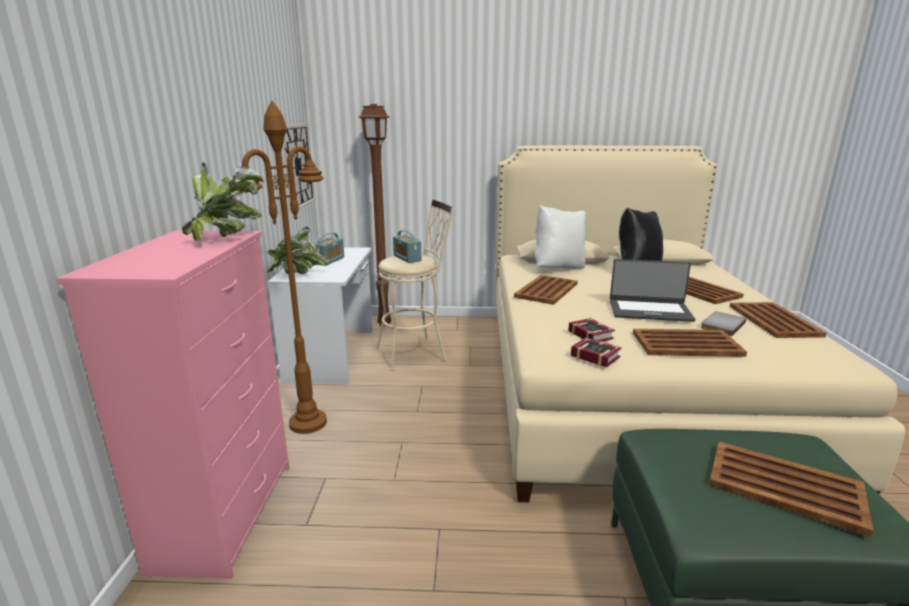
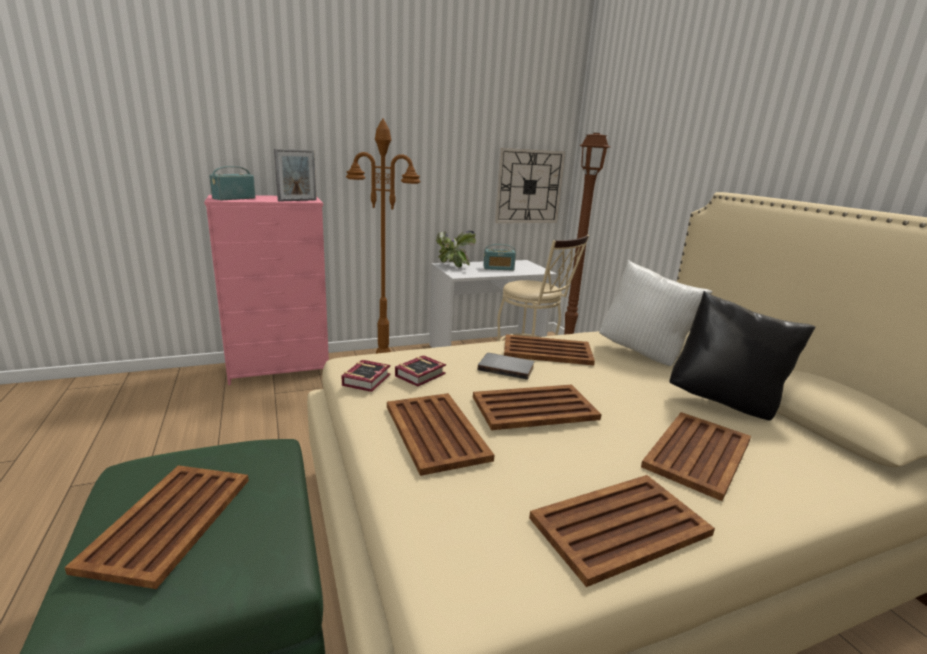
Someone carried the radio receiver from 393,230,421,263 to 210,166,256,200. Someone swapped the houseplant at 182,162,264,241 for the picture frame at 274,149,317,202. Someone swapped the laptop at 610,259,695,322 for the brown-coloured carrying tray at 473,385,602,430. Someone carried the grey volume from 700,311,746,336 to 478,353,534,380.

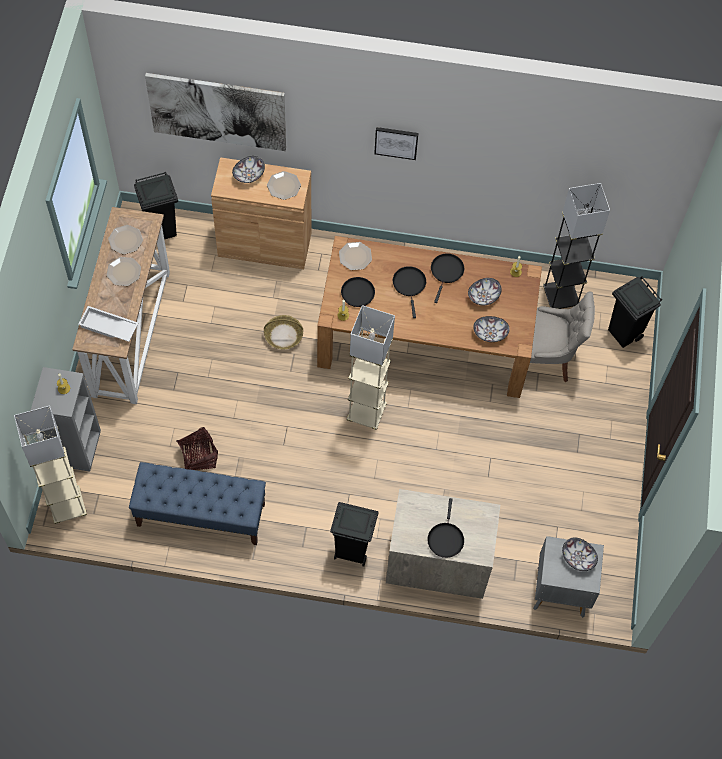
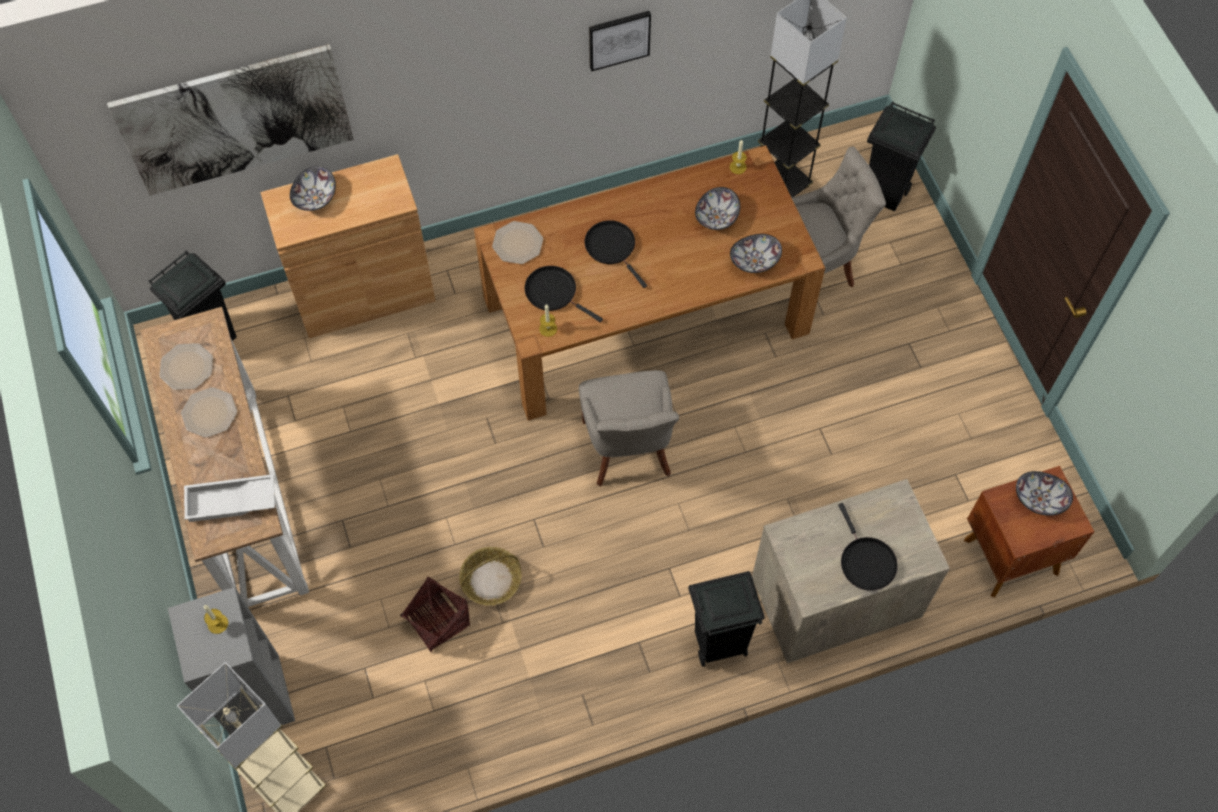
Someone carried the storage basket from 264,315,303,349 to 459,547,522,606. Someone swapped the sand-coloured standard lamp at 347,305,395,430 for the grey chair at 579,370,679,486. Someone carried the picture from 374,127,419,160 to 589,11,651,72. Someone repainted the grey night table at 533,536,604,618, which became the brown-coloured night table at 964,466,1094,598. Someone took away the bluish indoor bench at 129,462,266,545. Someone took away the plate at 267,171,301,200. Someone took away the black-coloured skillet at 431,253,464,303.

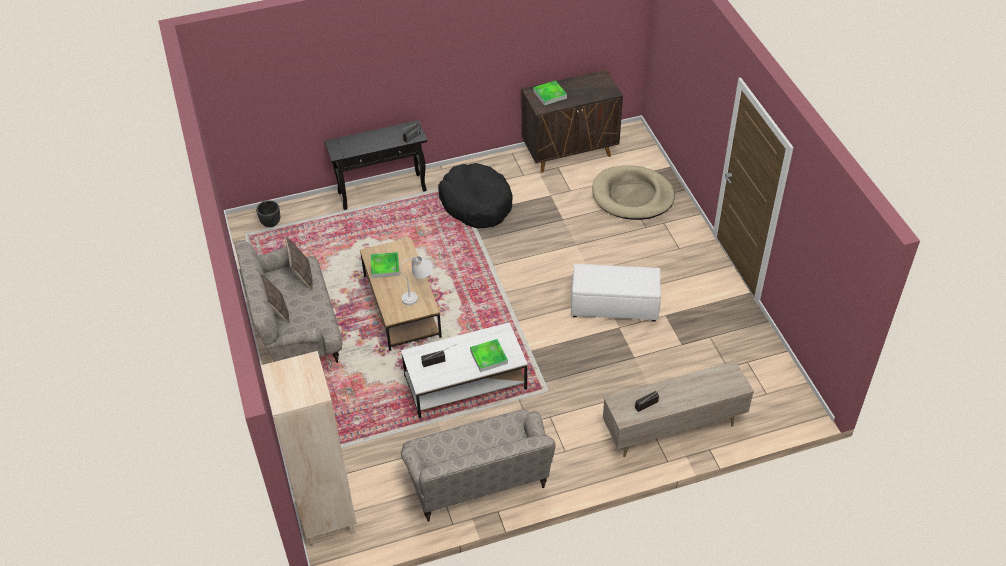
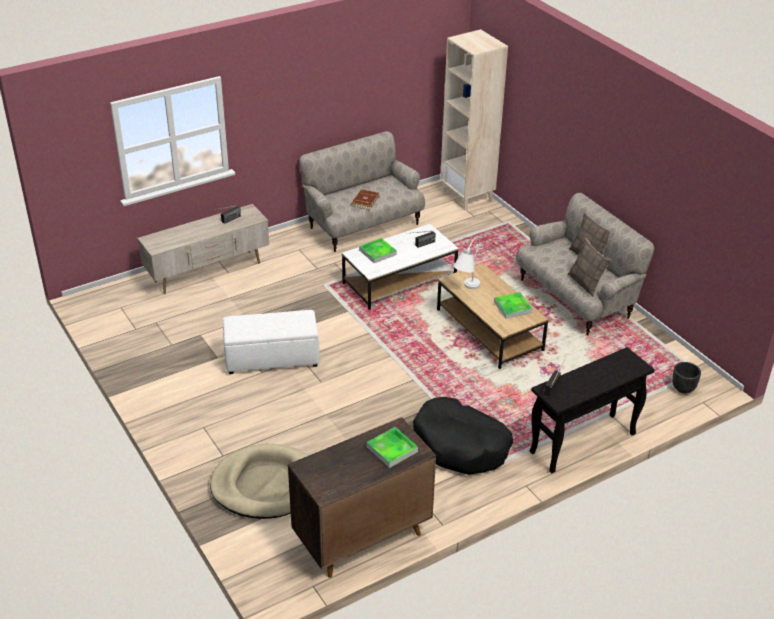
Someone put down the brown-coloured volume at 351,189,379,210.

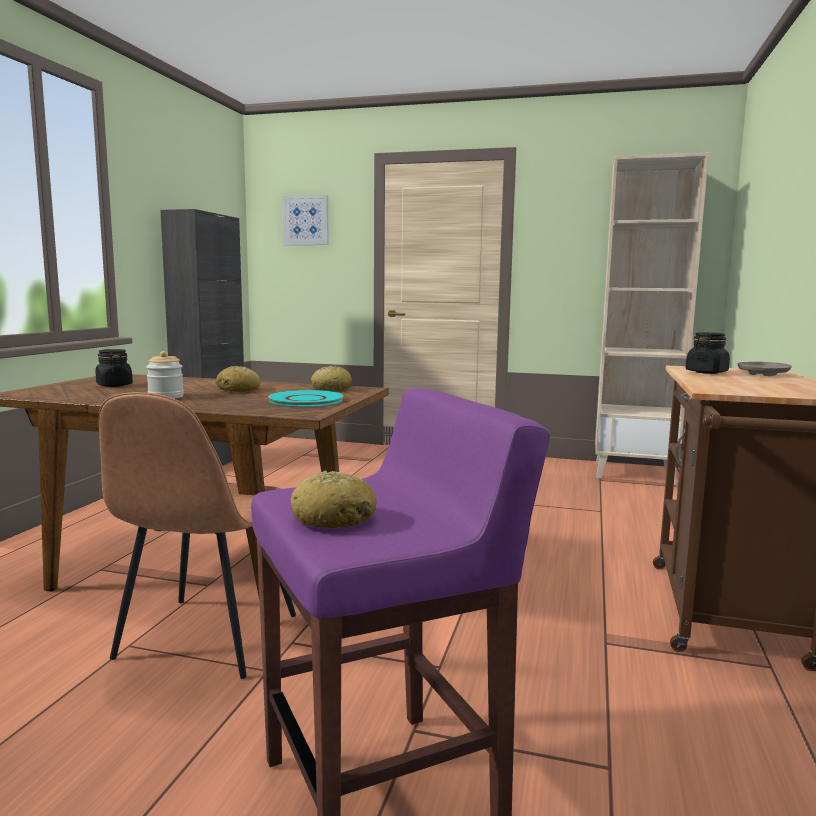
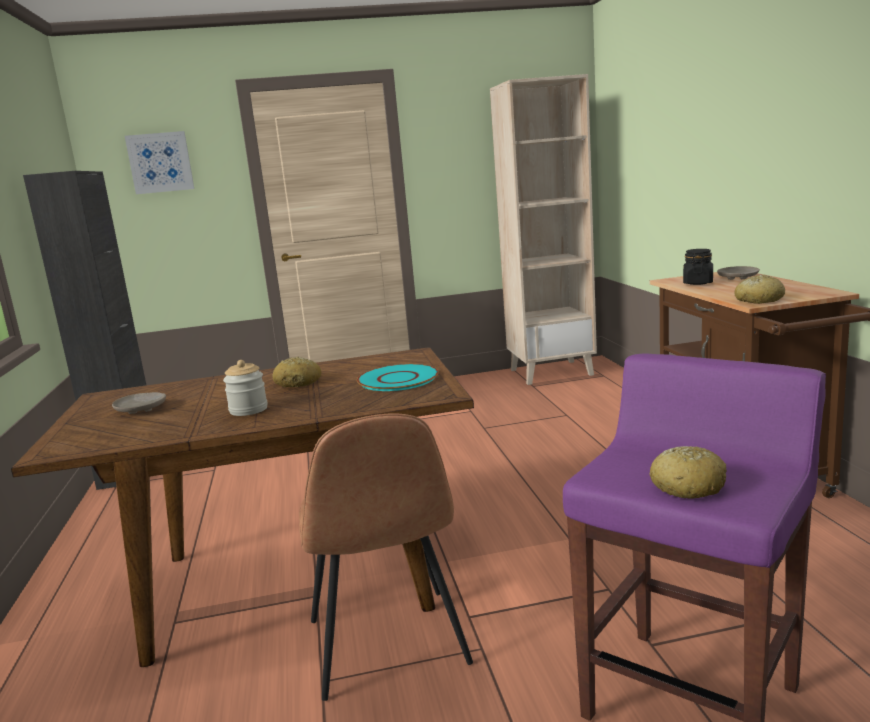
Someone swapped the black-coloured jar at 95,349,133,387 for the sand-coloured plate at 112,392,166,414. Someone carried the bread from 311,366,352,391 to 734,275,785,304.

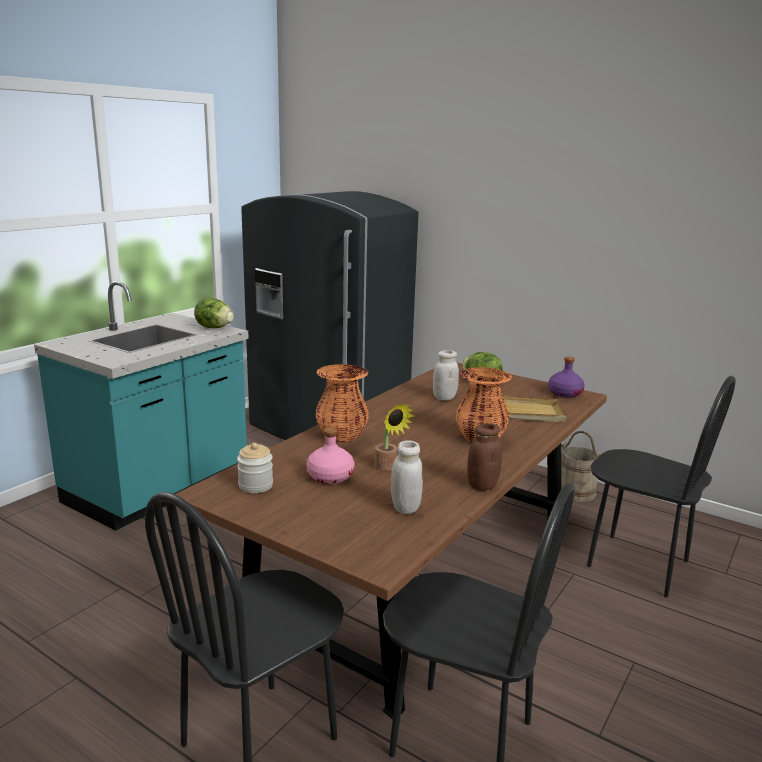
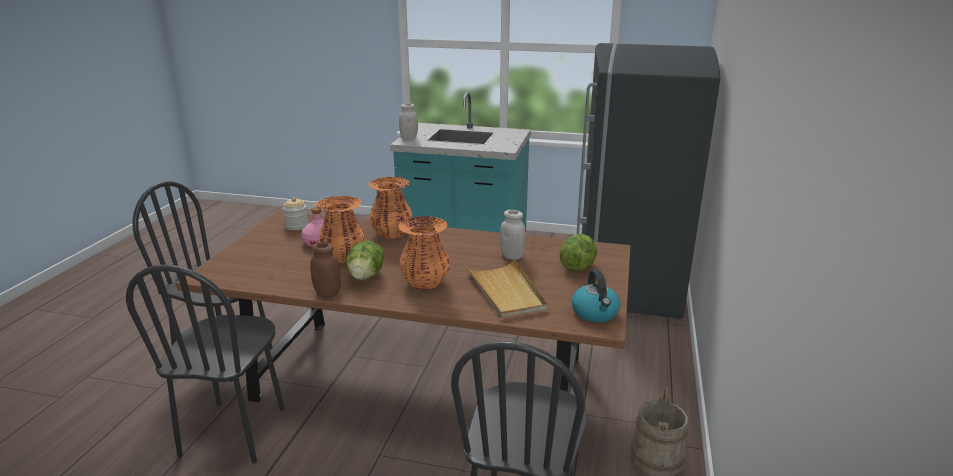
Someone swapped the houseplant at 374,403,414,471 for the orangey decorative vase at 315,196,365,263. Someone carried the head of lettuce from 194,298,234,328 to 346,241,384,280. Someone carried the whitish jar from 391,441,423,514 to 399,104,418,140. Someone swapped the purple-coloured drink bottle at 548,357,585,398 for the kettle at 571,269,620,322.

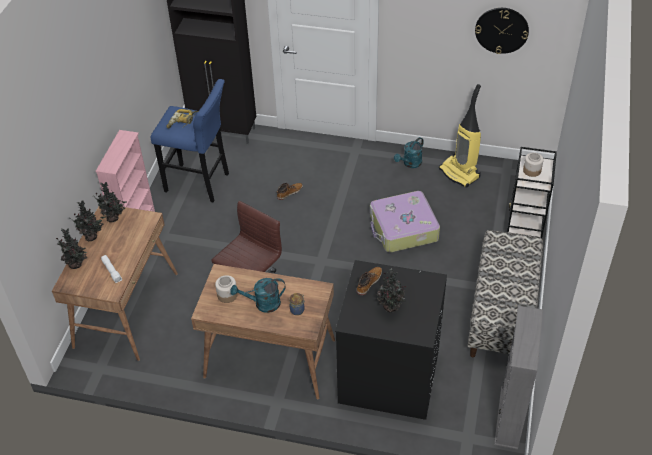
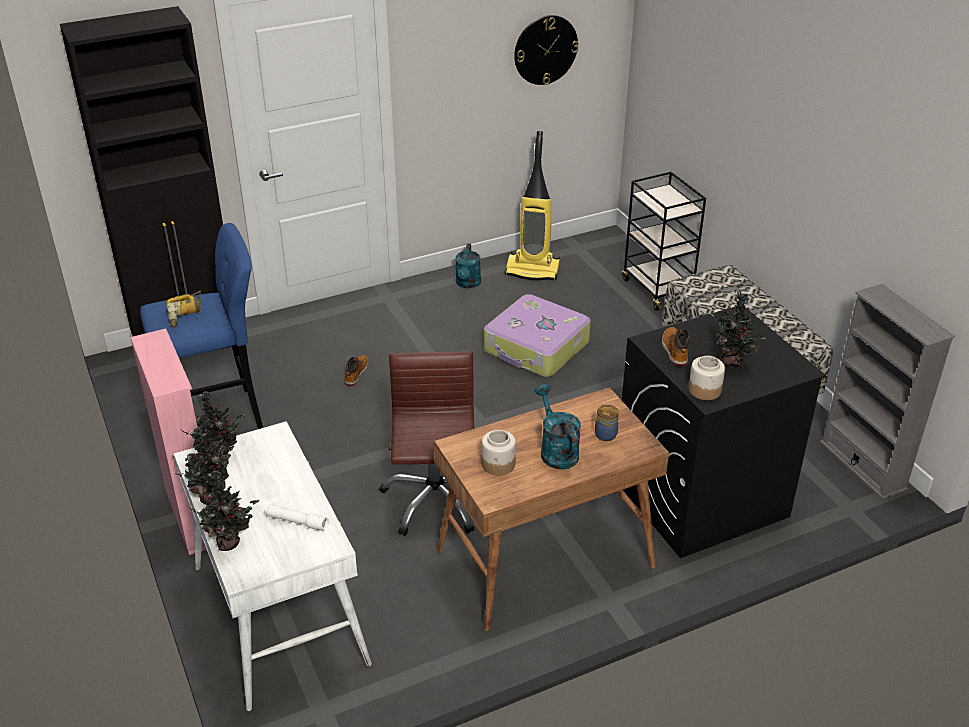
Someone repainted the brown-coloured desk unit at 52,206,178,361, which became the whitish desk unit at 174,421,372,711. Someone rotated the turquoise watering can at 231,278,286,313 by 120 degrees clockwise. Someone carried the jar from 523,152,544,177 to 689,356,725,400.

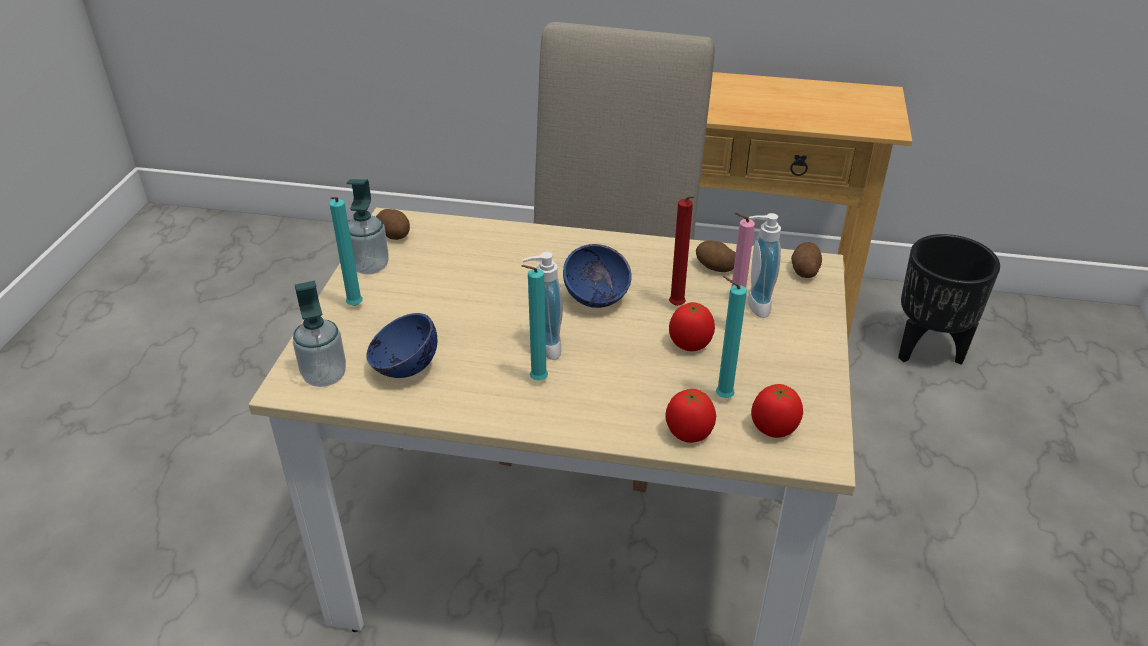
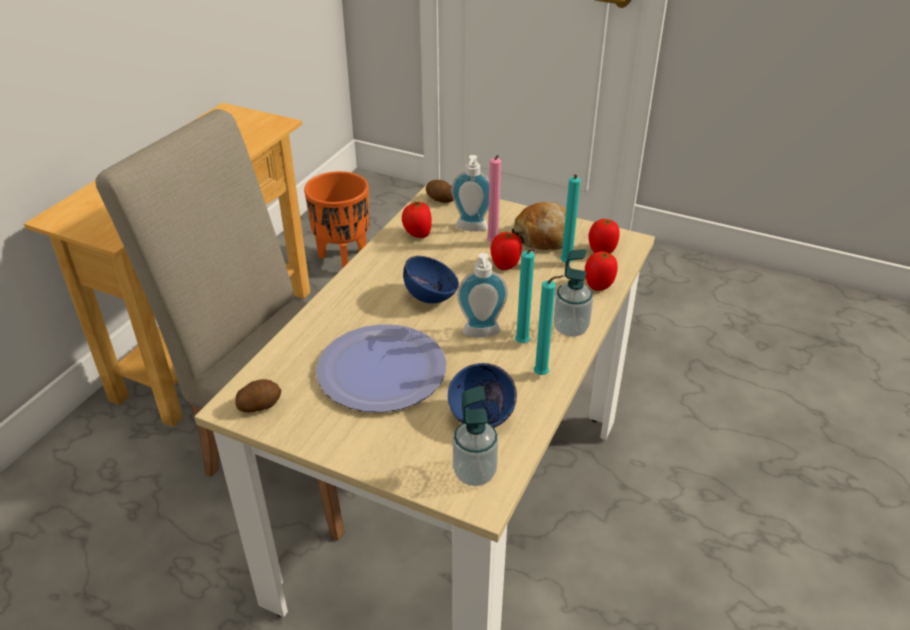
Someone repainted the black-coloured flower pot at 898,234,1000,365, which became the orangey flower pot at 304,171,369,268. Someone put down the plate at 316,324,446,412. Someone swapped the whole potato at 696,241,736,272 for the whole tomato at 402,201,432,238. Someone put down the bread at 512,202,566,250. Someone carried the turquoise wax light from 330,197,363,306 to 534,275,564,375. Someone carried the liquid soap bottle from 347,179,389,275 to 553,249,593,337. Someone took away the reddish wax light at 669,196,695,306.

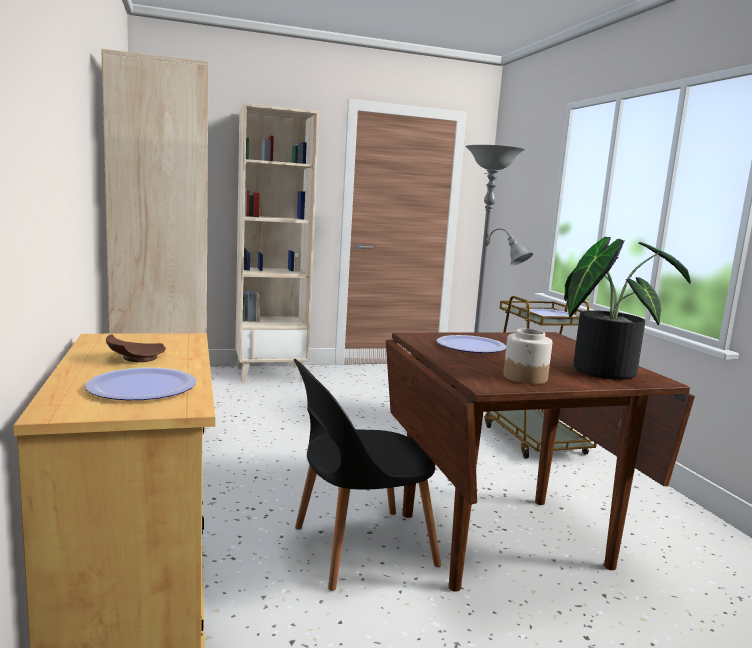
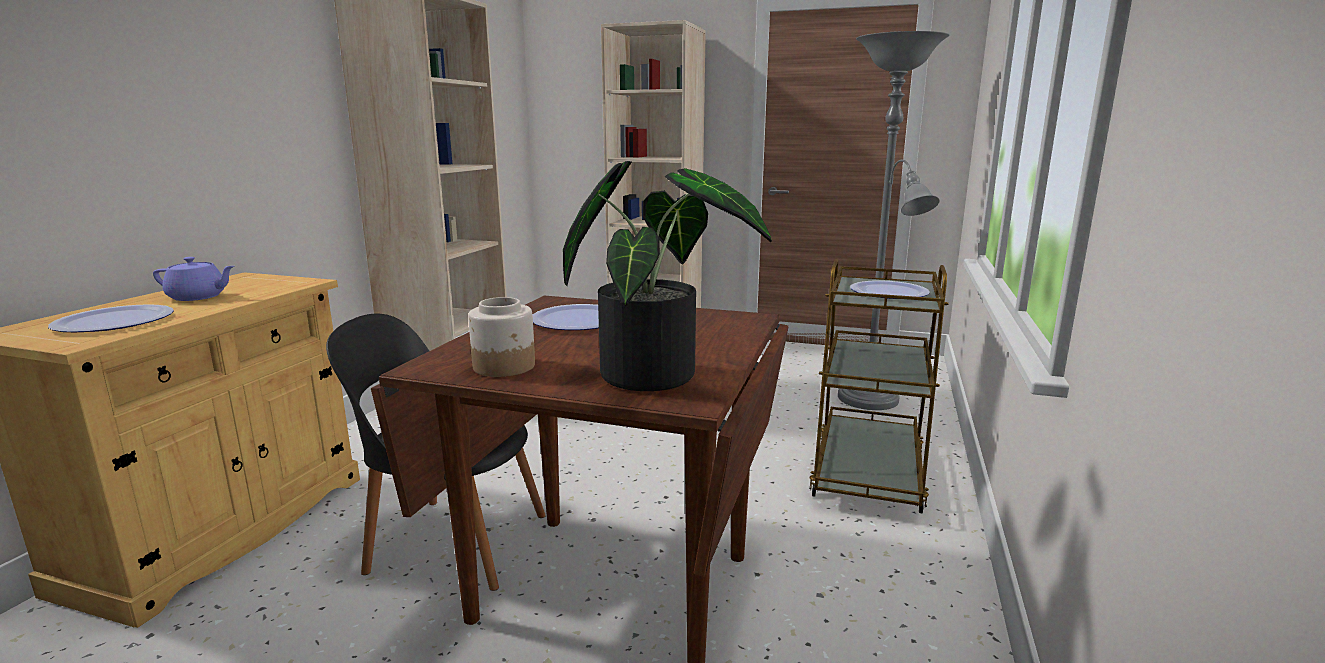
Someone swapped the brown-coloured plate at 106,334,166,362 for the purple-coloured pot for tea at 153,257,234,301.

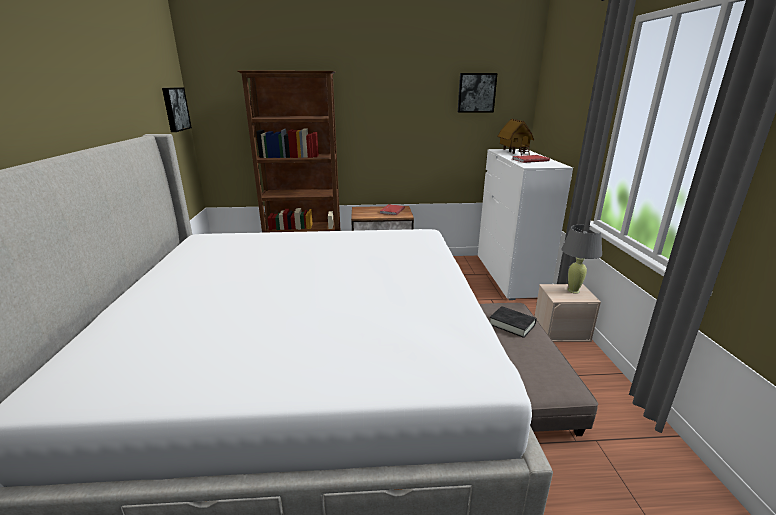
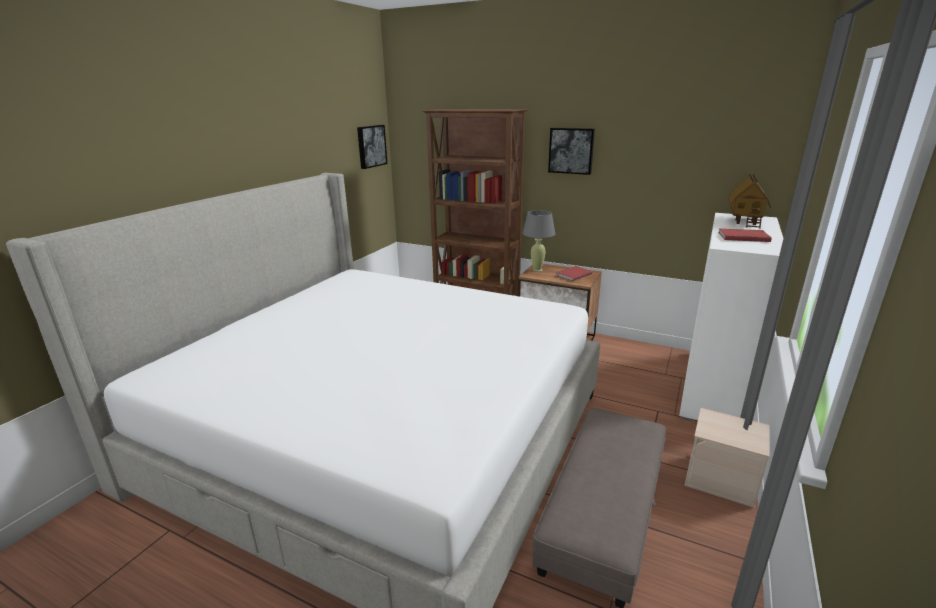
Someone carried the grey tabletop lamp from 561,225,602,294 to 523,210,555,272. Someone carried the picture from 458,73,497,113 to 548,128,595,175. Someone took away the black-coloured volume at 490,306,537,338.

